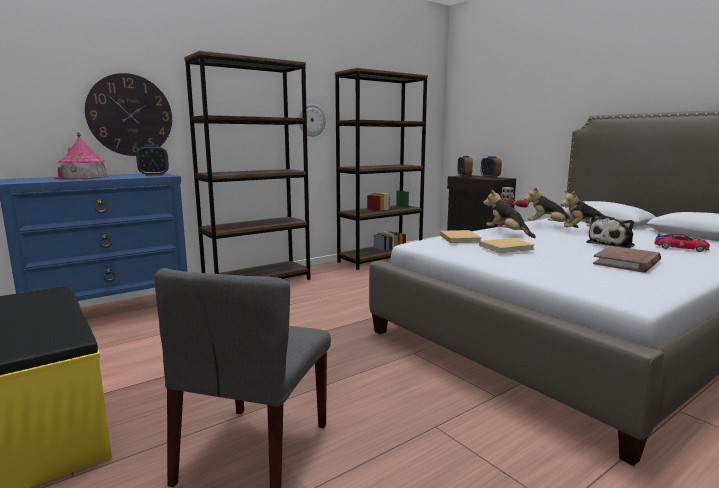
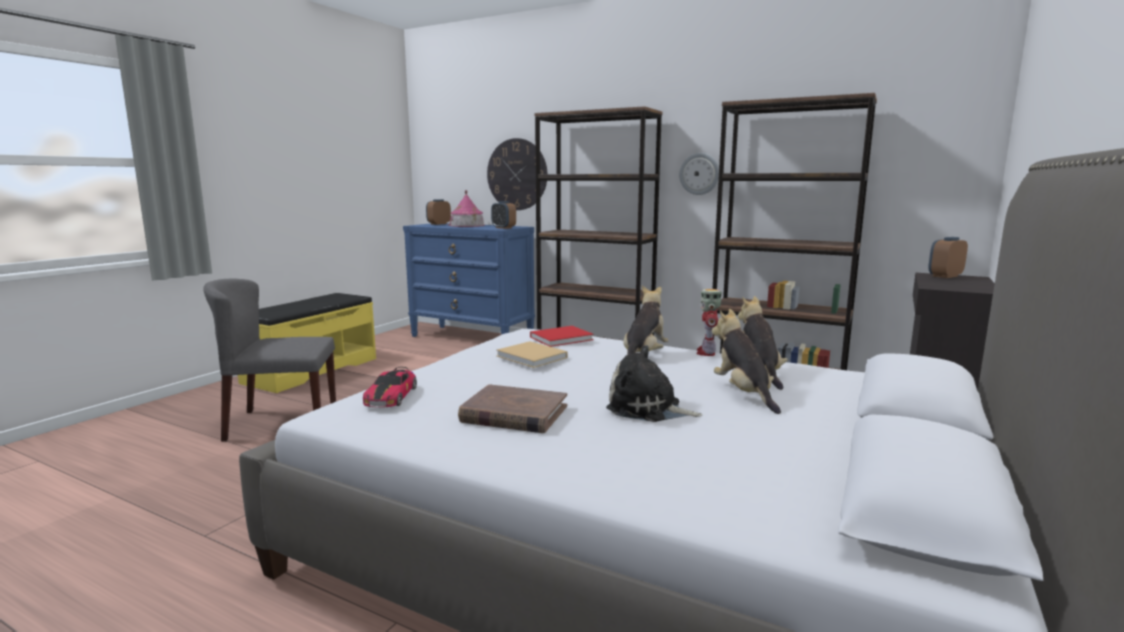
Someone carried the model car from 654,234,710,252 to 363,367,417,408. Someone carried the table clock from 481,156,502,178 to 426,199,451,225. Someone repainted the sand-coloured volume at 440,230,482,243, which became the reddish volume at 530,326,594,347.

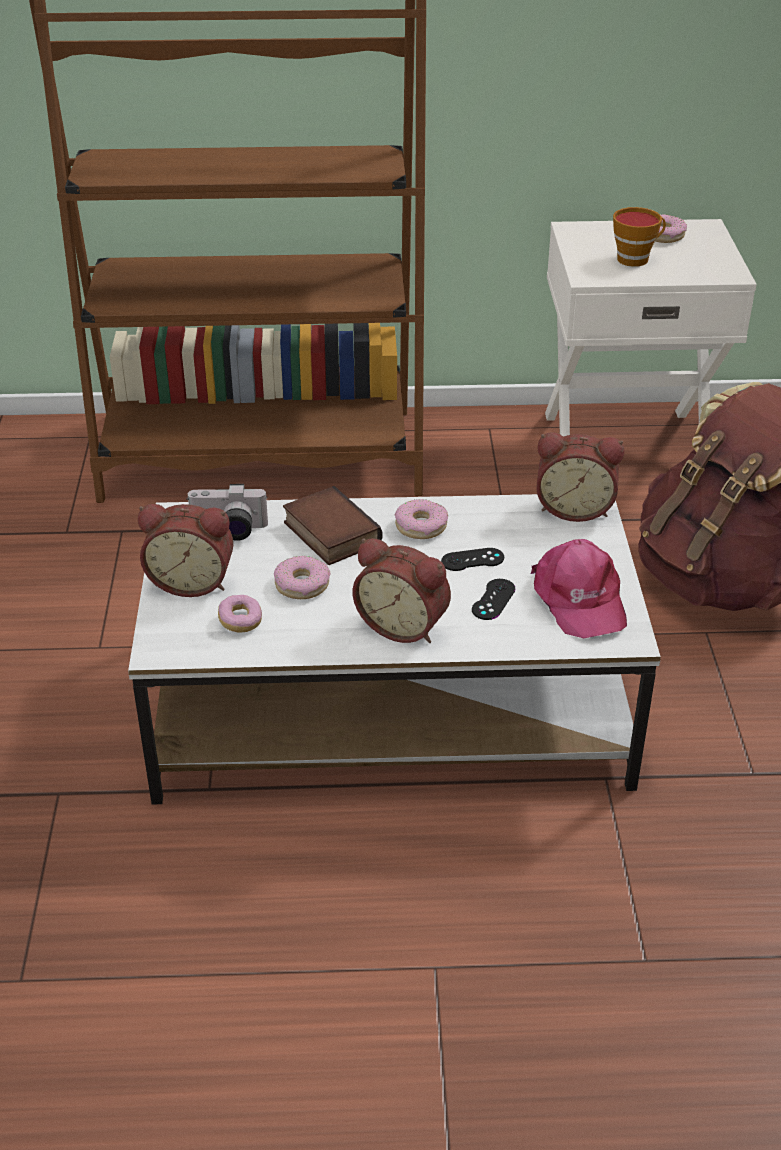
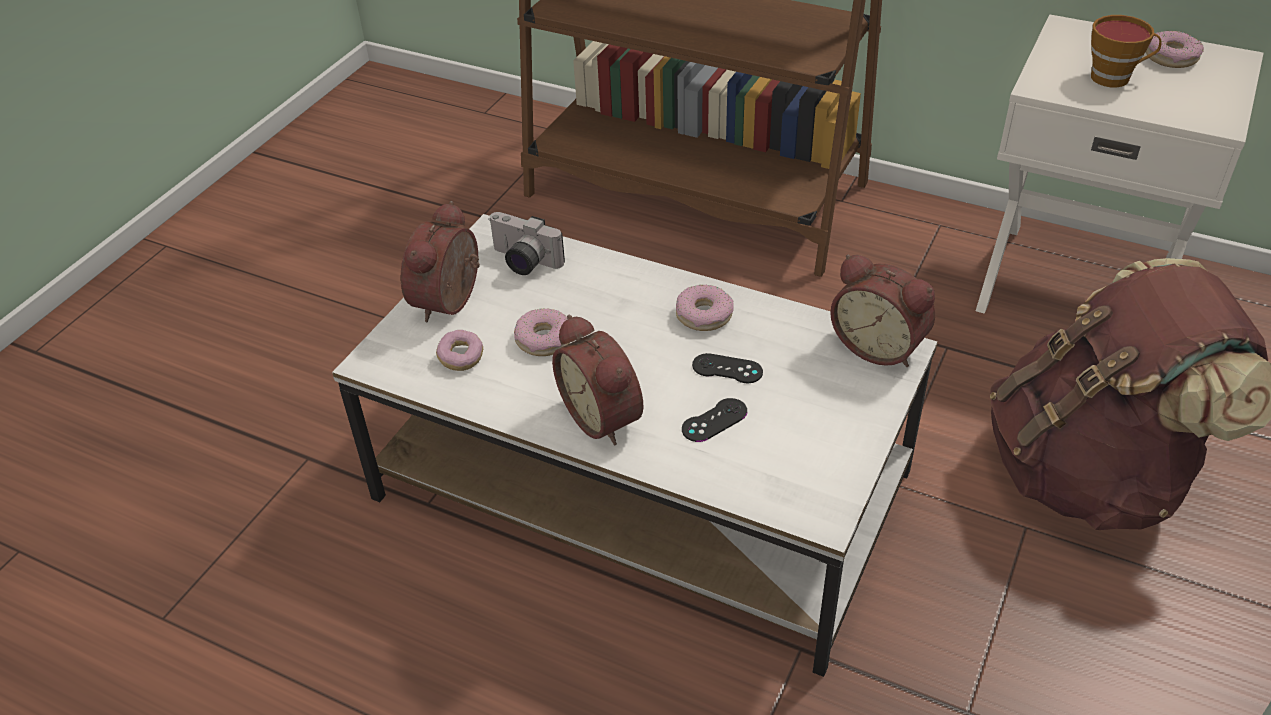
Someone rotated the table clock at 138,504,233,597 by 75 degrees clockwise. Someone took away the volume at 283,486,382,565. Someone took away the pink-coloured cap at 531,539,627,638.

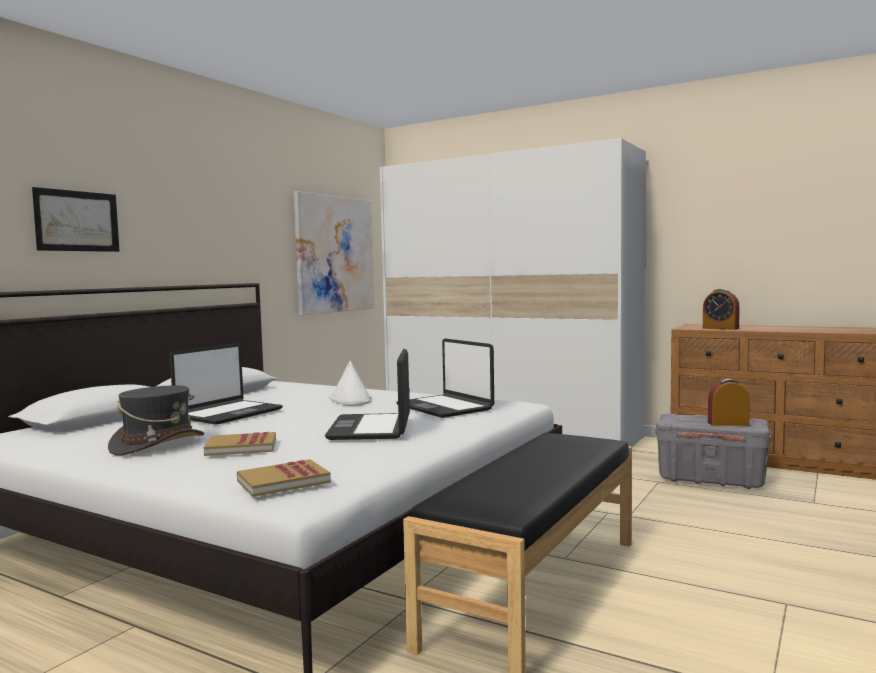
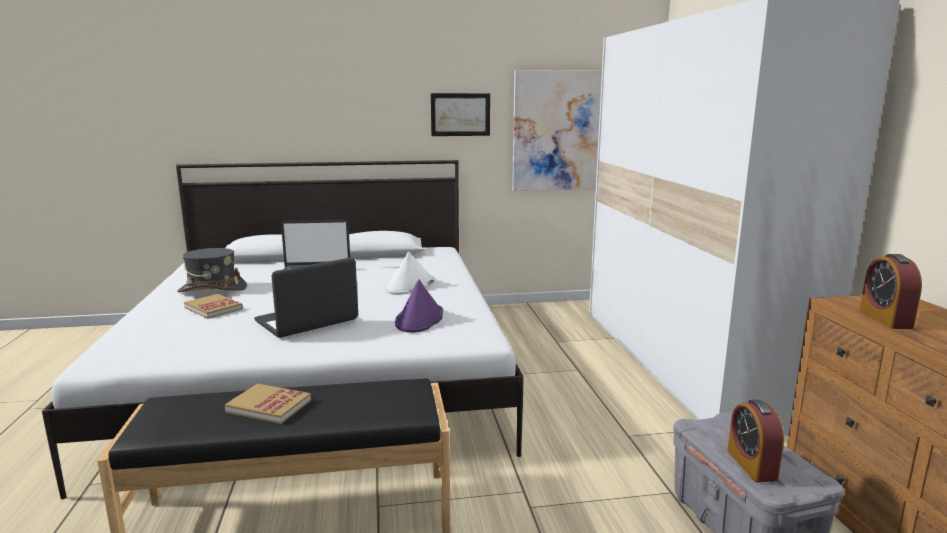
Someone carried the volume from 237,459,331,497 to 225,383,312,424. Someone swapped the laptop at 396,338,494,418 for the purple-coloured hat at 395,280,443,333. Someone carried the picture from 32,187,120,252 to 431,93,490,136. Someone rotated the table clock at 708,379,750,426 by 150 degrees counterclockwise.

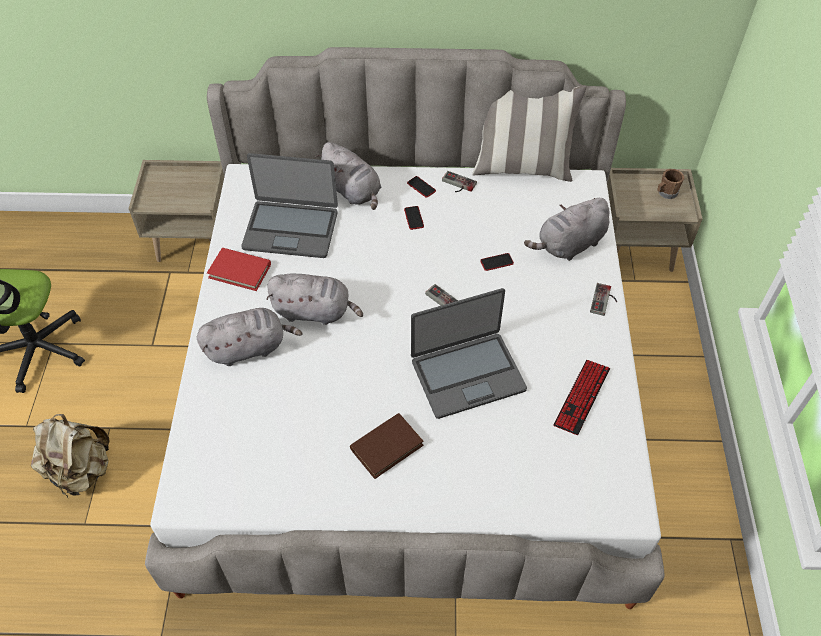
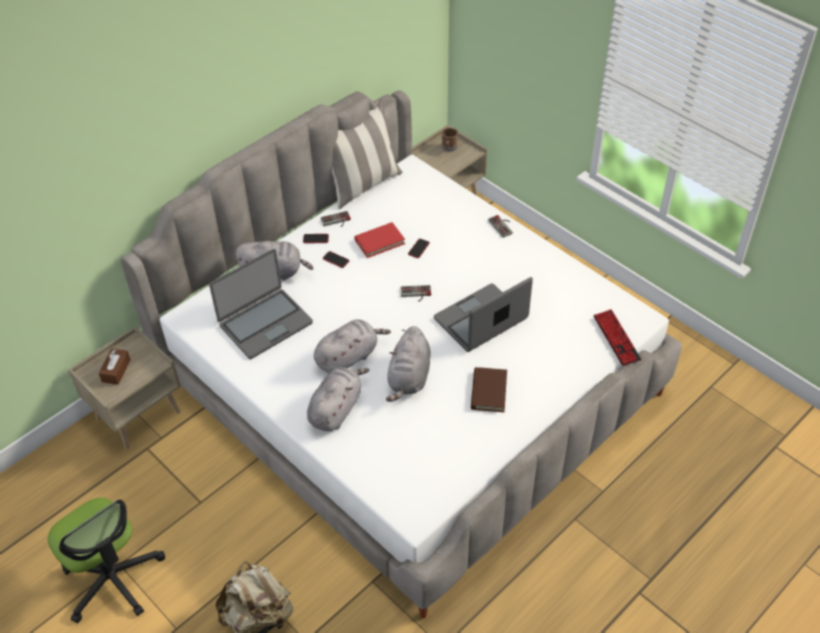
Someone put down the brown-coloured tissue holder at 99,348,130,385. Someone carried the reddish volume from 207,248,271,291 to 354,222,405,258. Someone carried the grey soft toy from 524,198,609,261 to 386,326,431,402. Someone rotated the laptop at 411,288,527,419 by 150 degrees counterclockwise. Someone carried the keyboard from 554,360,610,435 to 593,309,642,366.

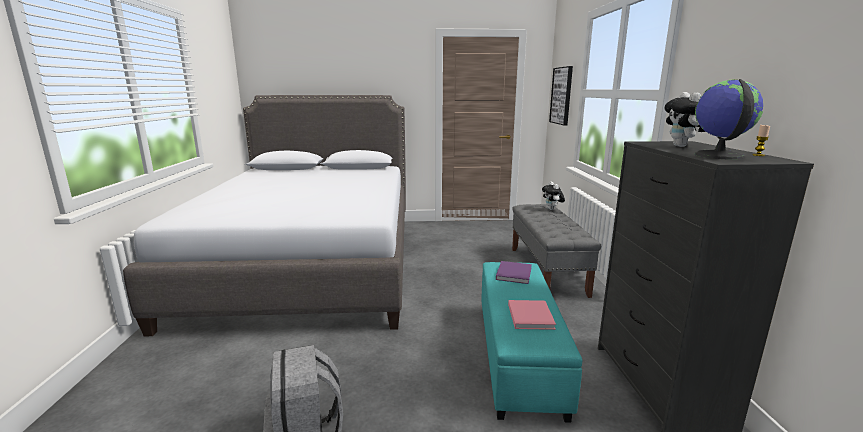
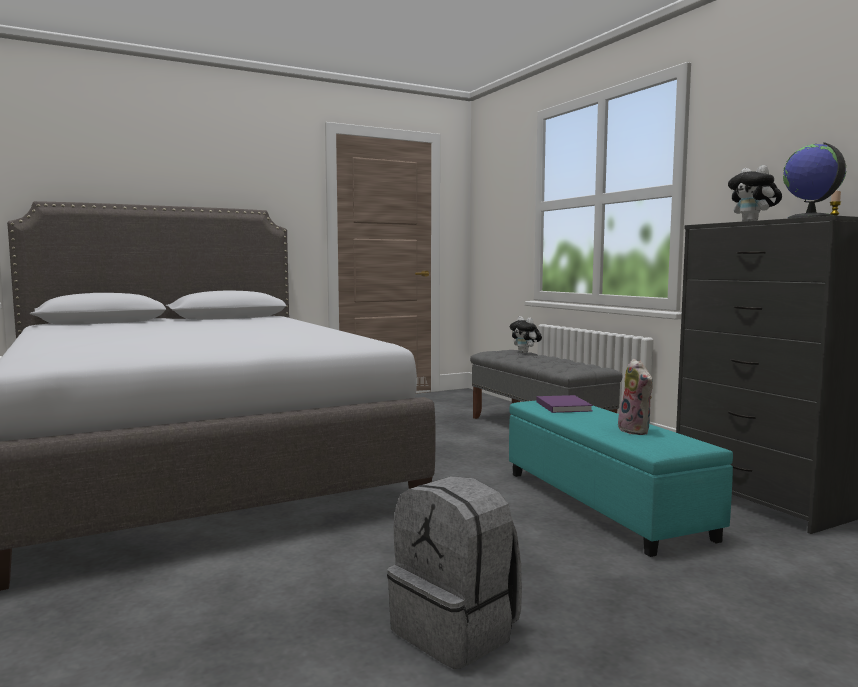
Someone swapped the pink-coloured volume at 508,300,556,330 for the soft toy at 615,359,653,435. Someone took away the picture at 549,66,573,125.

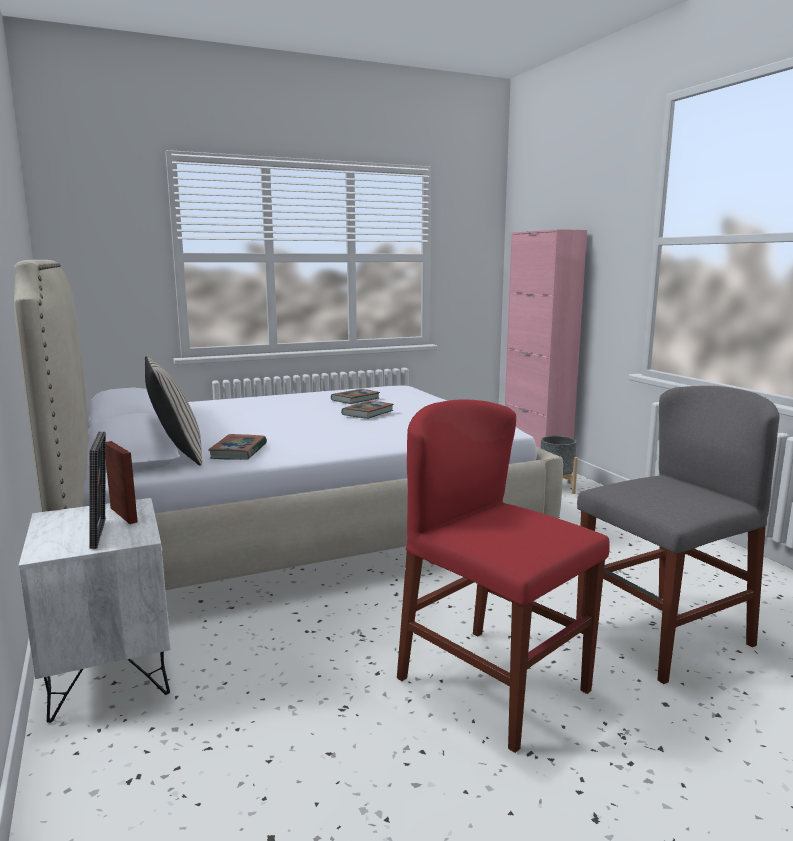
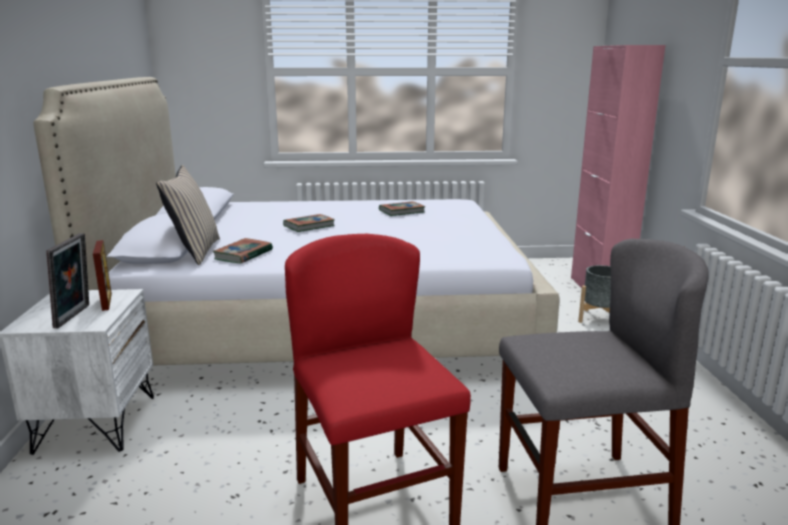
Someone carried the volume from 341,401,394,419 to 283,214,335,232.

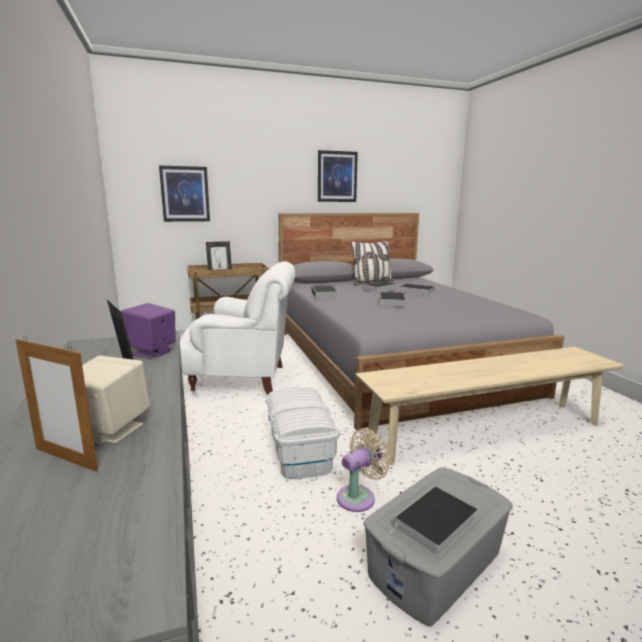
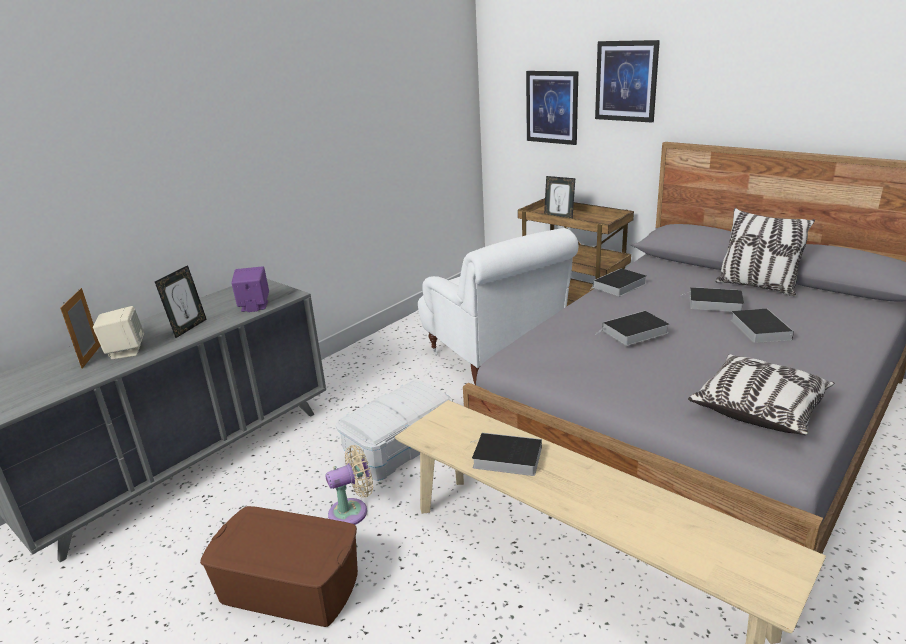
Someone repainted the grey storage box at 364,467,513,627, which became the brown-coloured storage box at 200,506,358,627. Someone rotated the sand-coloured fan at 337,428,391,512 by 45 degrees counterclockwise. Someone carried the volume from 387,486,477,557 to 470,433,542,476. Someone carried the picture from 318,150,358,202 to 595,40,660,123. Someone put down the cushion at 688,354,834,435.

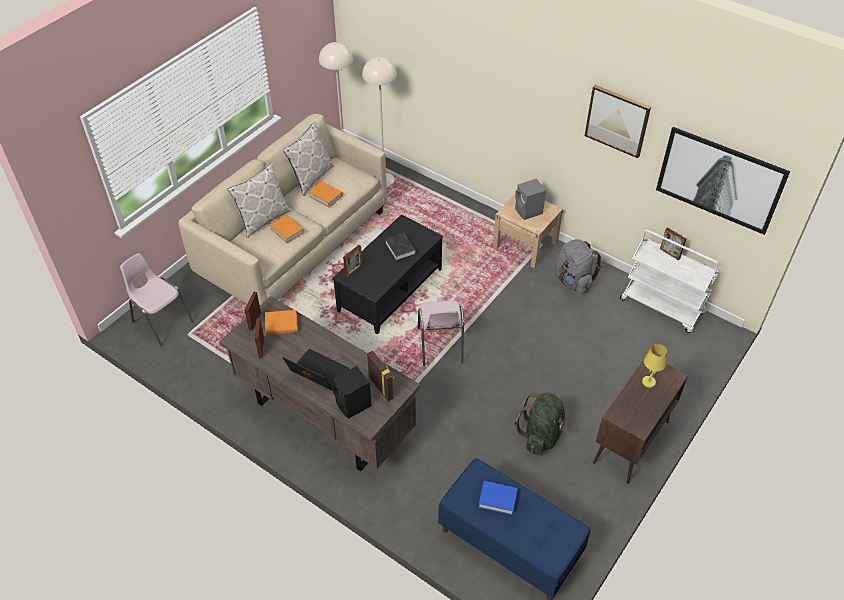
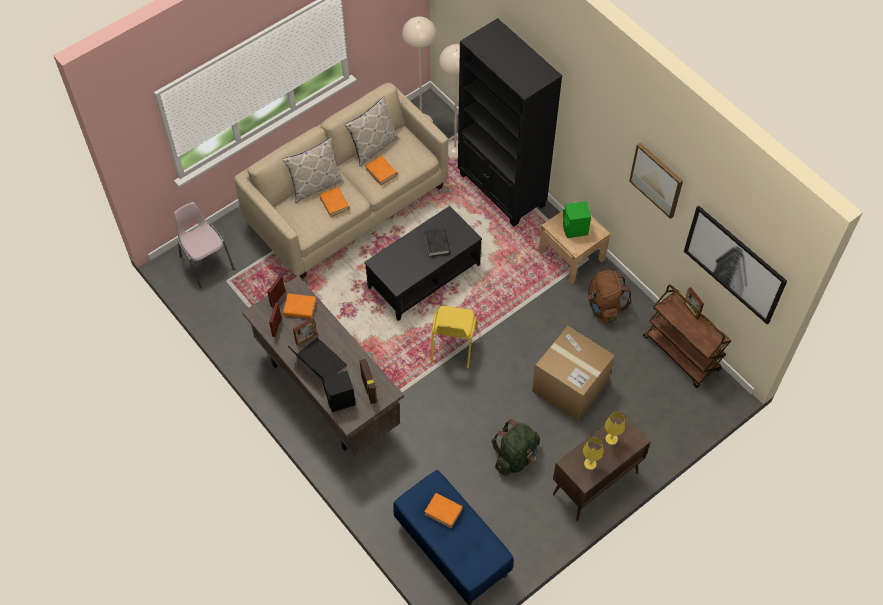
Someone carried the picture frame from 343,245,362,278 to 293,317,317,346. Someone repainted the bluish volume at 478,481,518,515, which became the orangey volume at 424,493,463,528. Someone repainted the pink-coloured chair at 418,300,464,366, which became the yellow-coloured chair at 431,306,477,369. Someone put down the black-coloured bookcase at 458,18,562,227. Someone put down the cardboard box at 532,326,615,421. Someone repainted the grey speaker at 515,179,546,220, which became the green-coloured speaker at 563,201,591,238. Someone put down the yellow-coloured tabletop lamp at 583,437,604,470. Someone repainted the grey knapsack at 555,239,602,294, which became the brown-coloured knapsack at 587,270,632,324. Someone repainted the whitish trolley at 620,230,719,333, which became the brown-coloured trolley at 643,284,731,388.

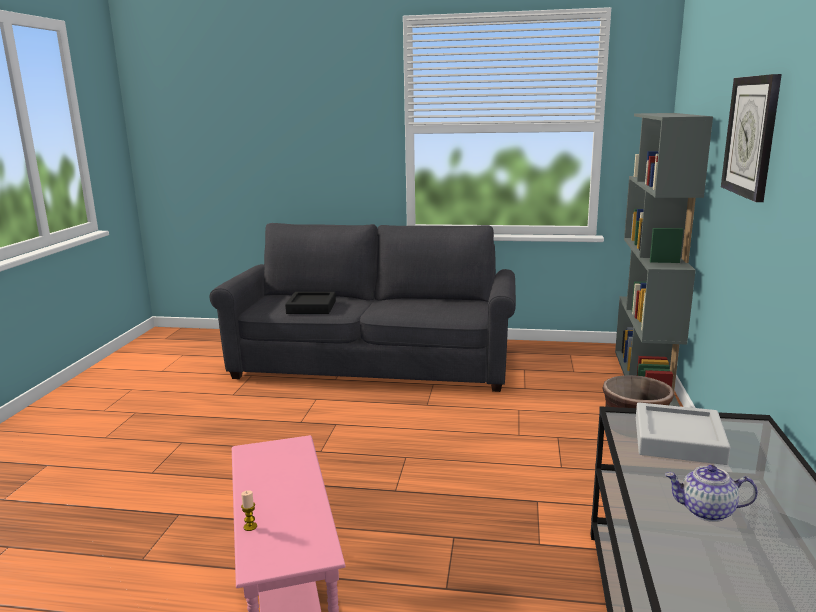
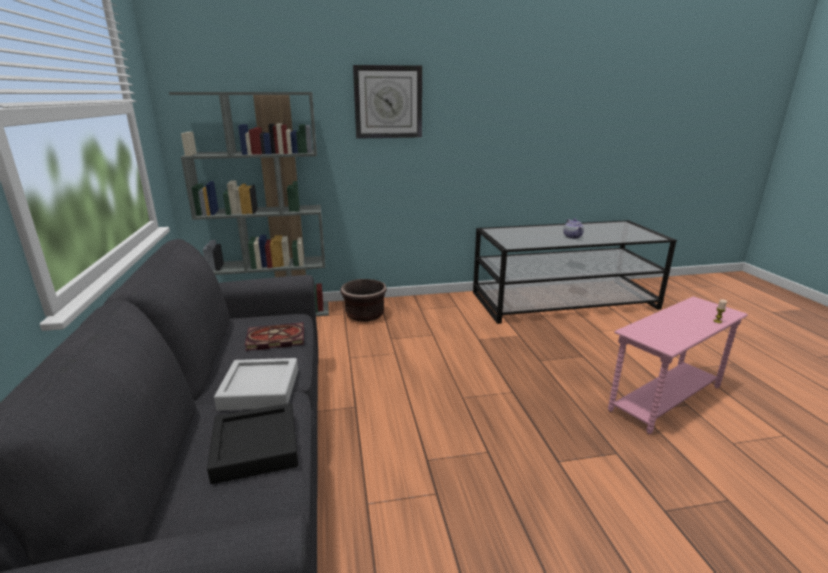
Someone carried the grey carrying tray from 636,403,730,465 to 214,358,298,411. Someone put down the volume at 244,322,304,351.

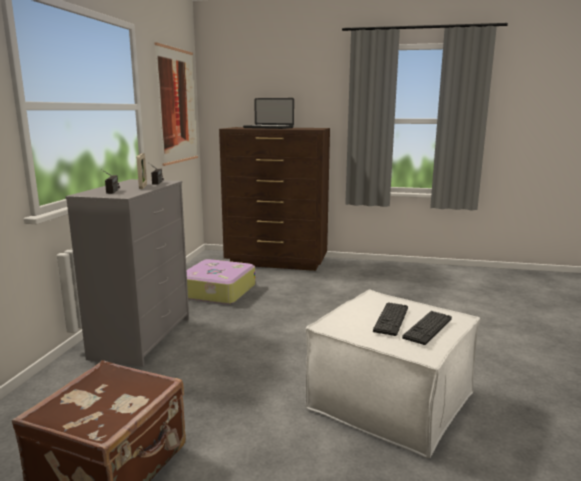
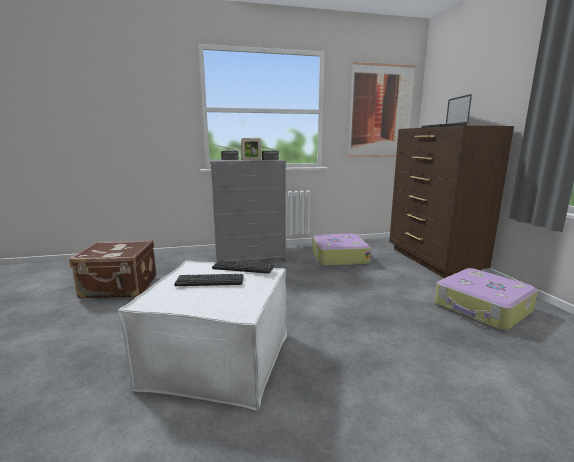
Someone carried the keyboard from 402,311,452,345 to 212,260,274,274. Someone put down the travel case at 435,268,538,331.

